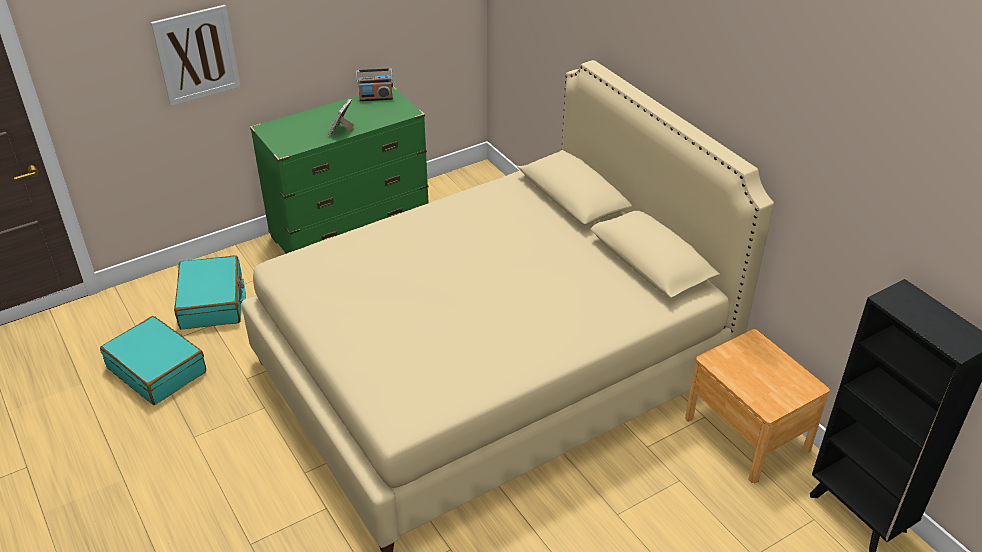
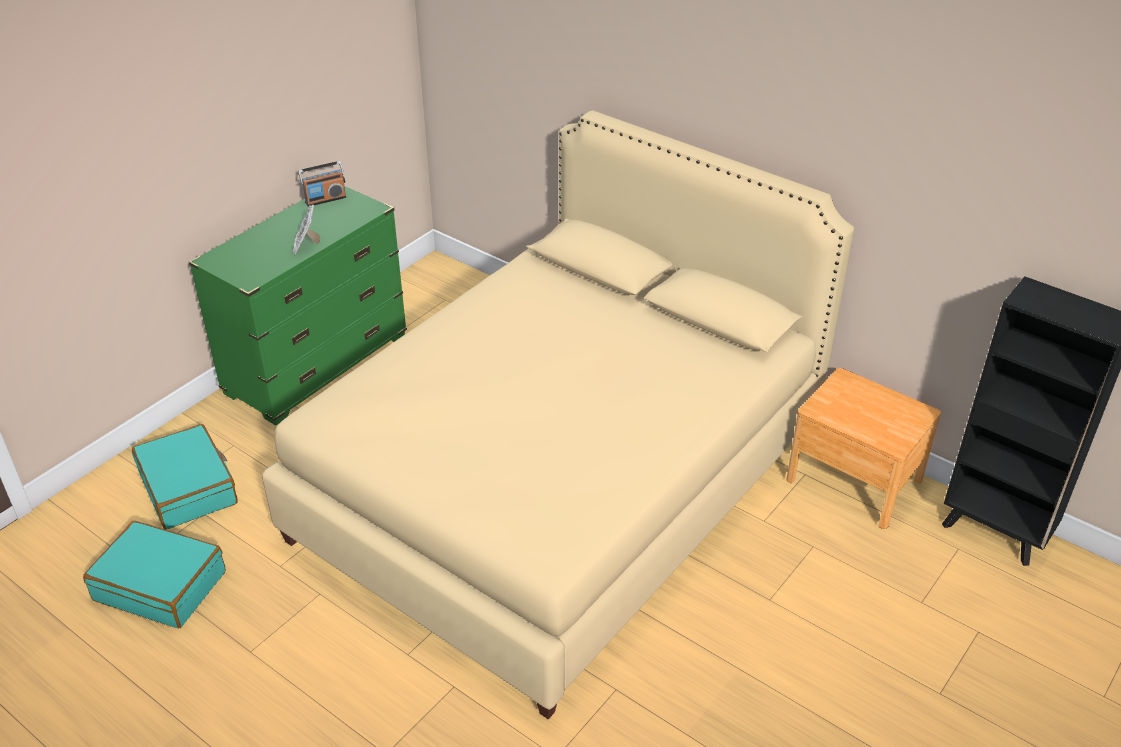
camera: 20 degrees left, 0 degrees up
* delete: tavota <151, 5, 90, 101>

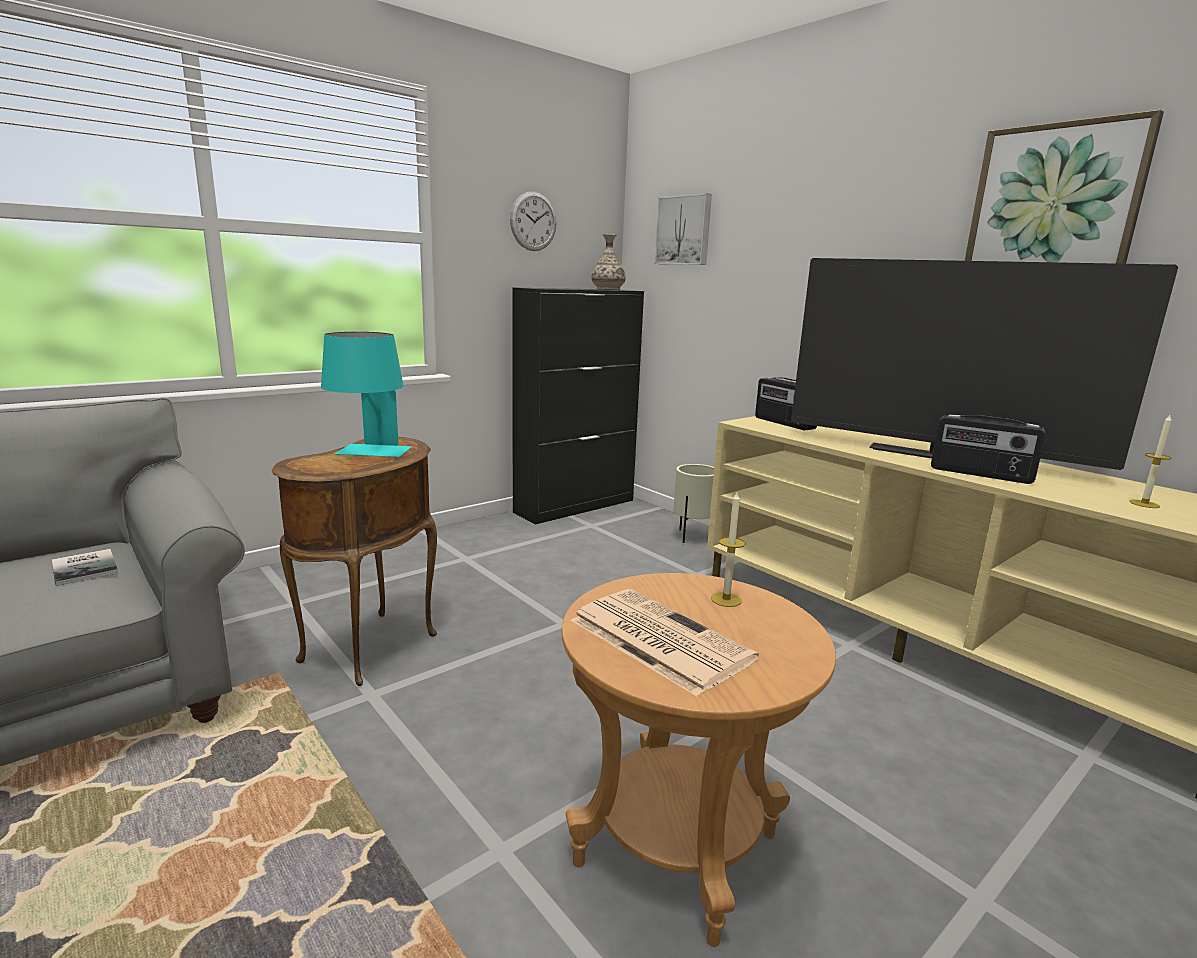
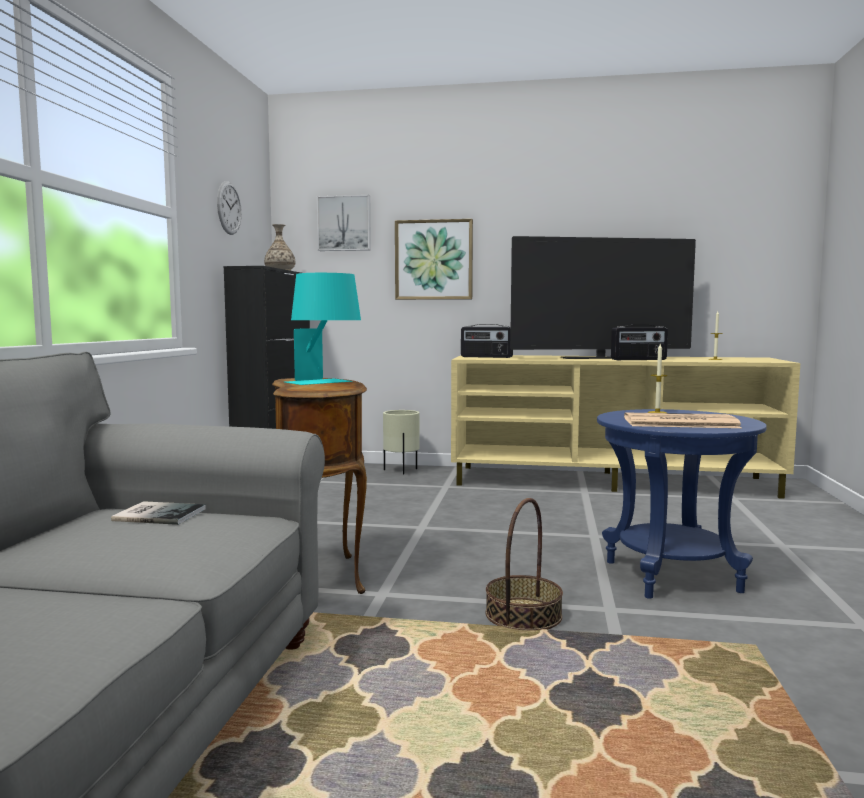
camera: 40 degrees left, 10 degrees down
* move: tavota <965, 110, 199, 154> to <395, 219, 78, 81>
* recolor: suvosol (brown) <562, 573, 274, 374> to suvosol (blue) <597, 409, 170, 190>
* insert: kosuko <486, 498, 77, 132>

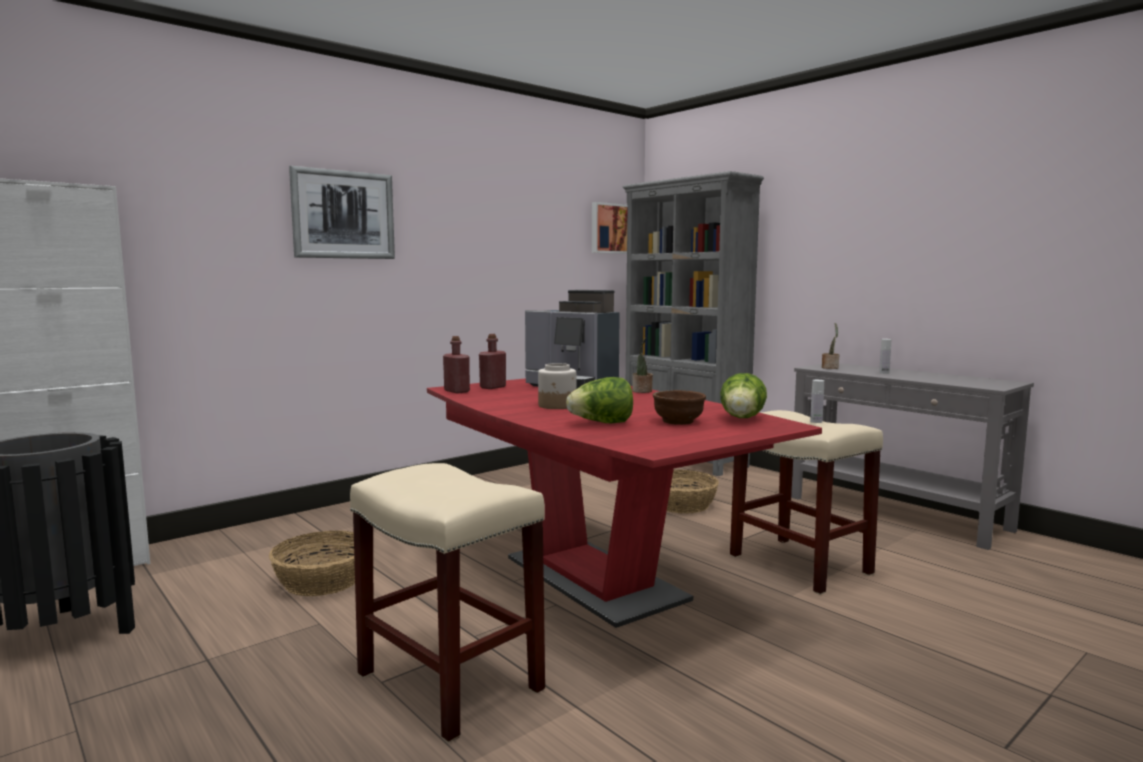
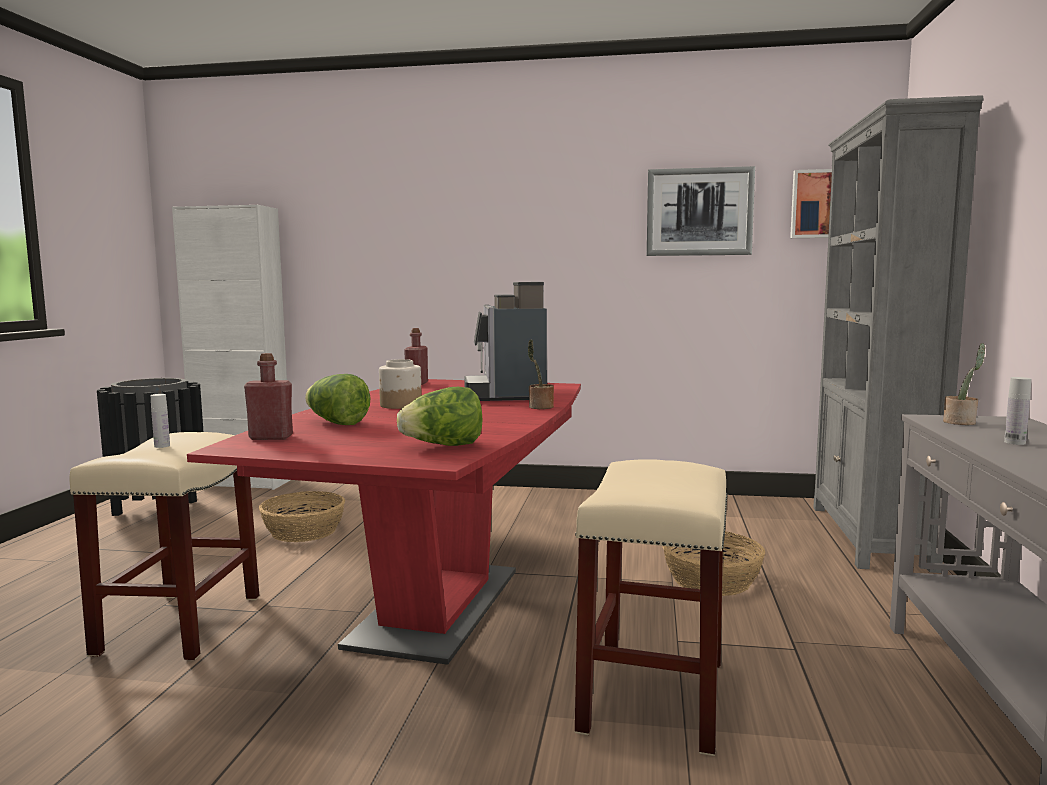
camera: 50 degrees right, 0 degrees up
* move: tavota <289, 166, 106, 93> to <647, 166, 108, 90>
* move: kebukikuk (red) <479, 334, 27, 55> to <244, 353, 49, 87>
* move: kebukikuk (white) <810, 380, 14, 43> to <151, 394, 19, 54>
* delete: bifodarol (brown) <653, 390, 53, 35>

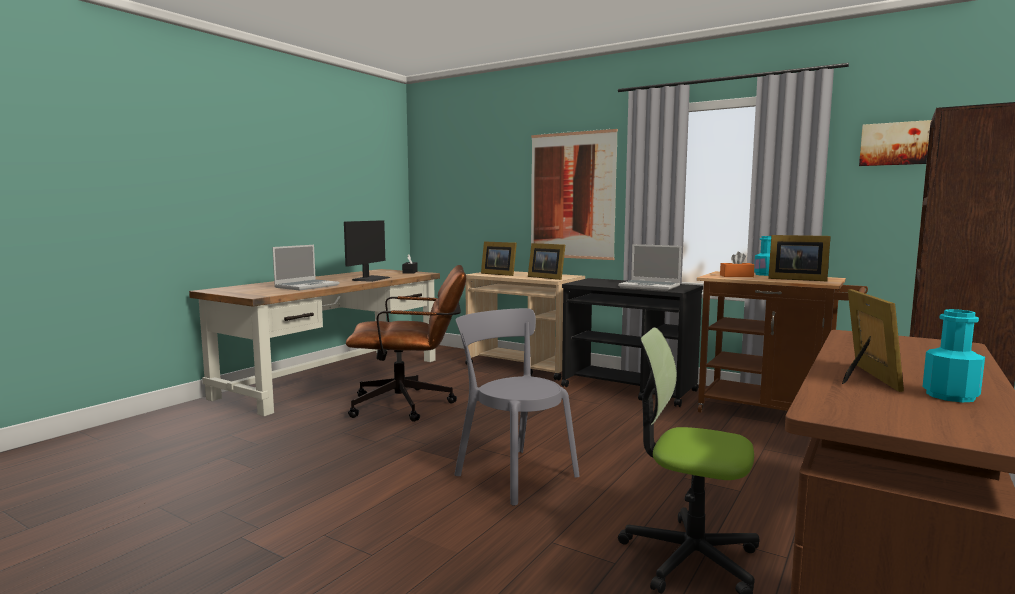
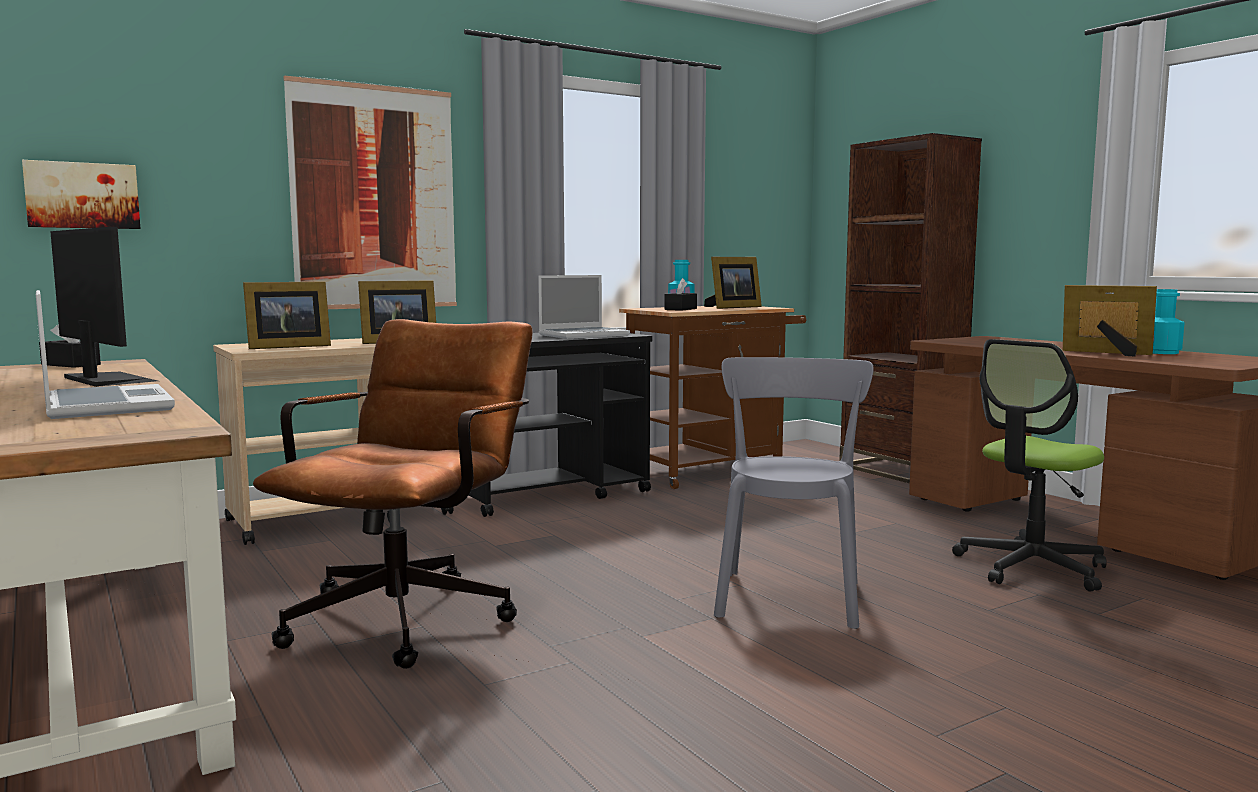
camera: 65 degrees left, 0 degrees up
* move: tavota <859, 120, 72, 46> to <22, 160, 118, 69>
* recolor: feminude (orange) <720, 251, 34, 26> to feminude (black) <664, 278, 33, 33>
* rotate: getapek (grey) <454, 308, 126, 198> = <714, 357, 160, 272> 120 degrees clockwise

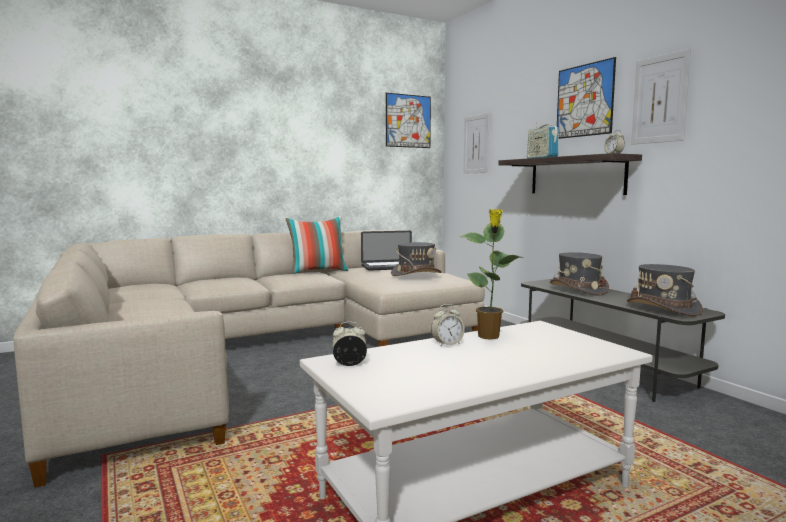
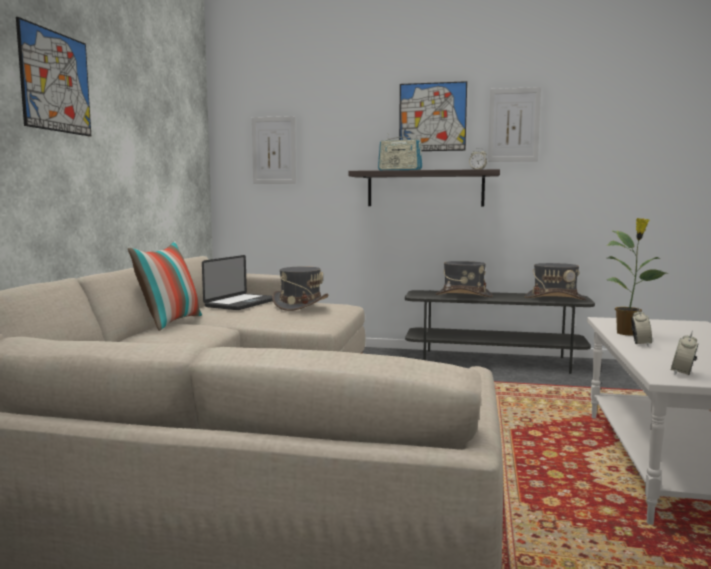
camera: 50 degrees left, 0 degrees up
* move: tavota <386, 93, 45, 55> to <16, 17, 75, 119>

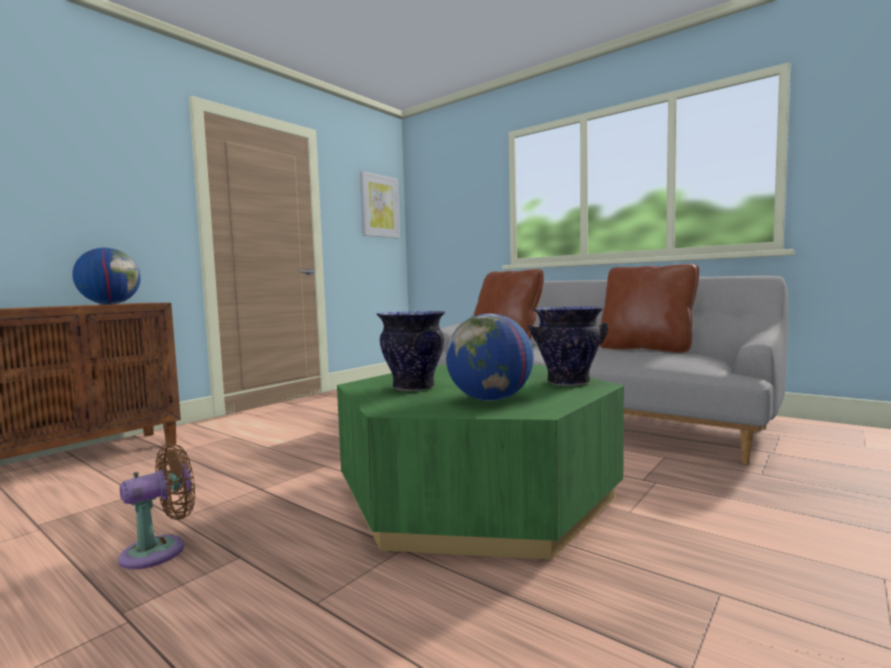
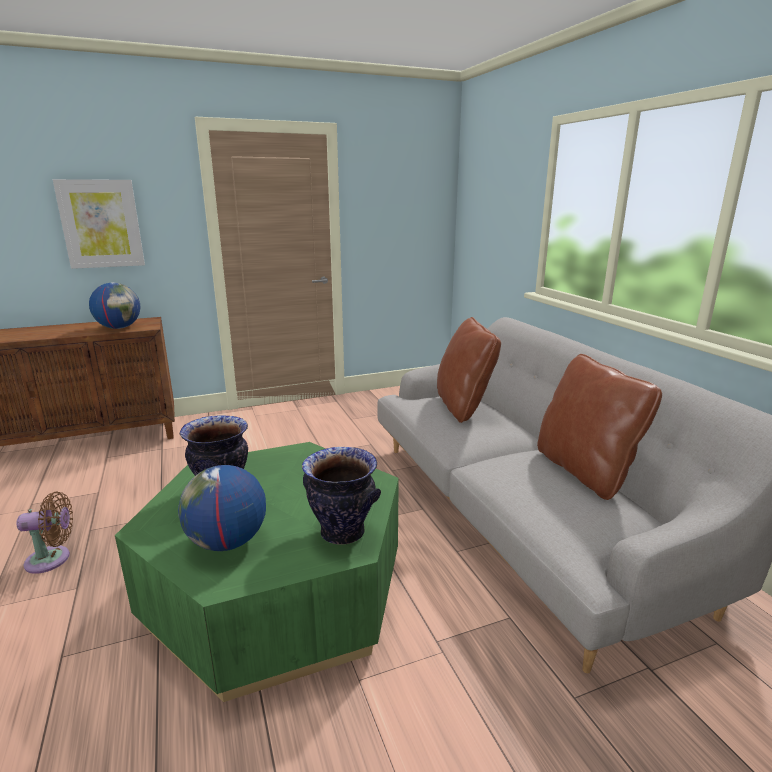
camera: 30 degrees right, 15 degrees up
* move: tavota <360, 171, 40, 68> to <53, 179, 92, 90>

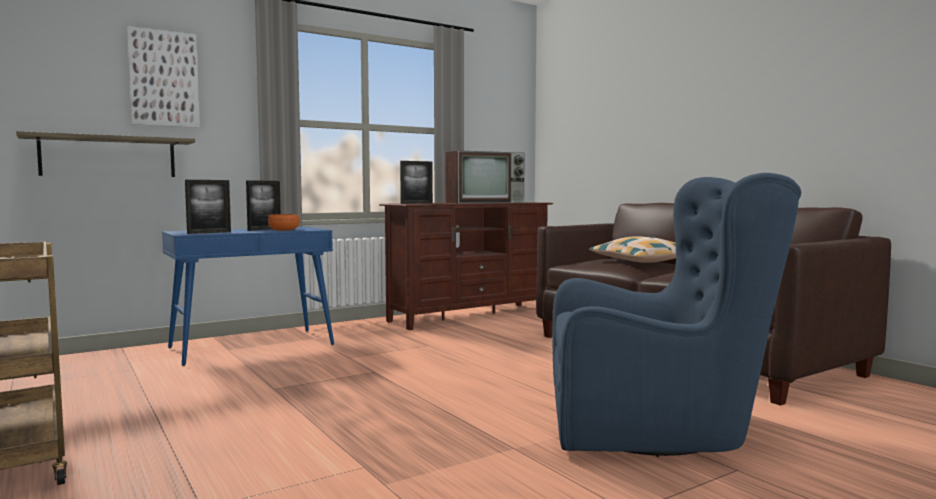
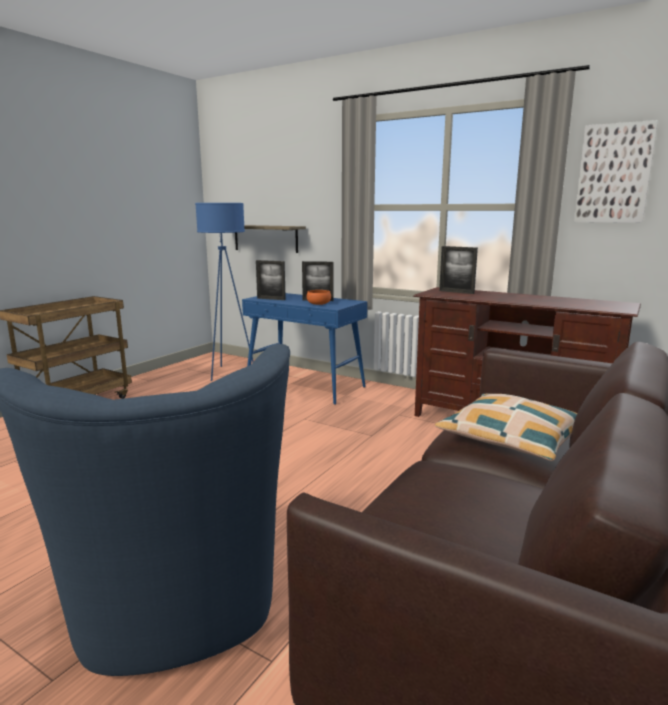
camera: 65 degrees right, 10 degrees up
* move: tavota <127, 26, 73, 102> to <574, 120, 84, 103>
* delete: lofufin <445, 150, 80, 54>
* insert: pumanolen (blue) <195, 203, 59, 178>

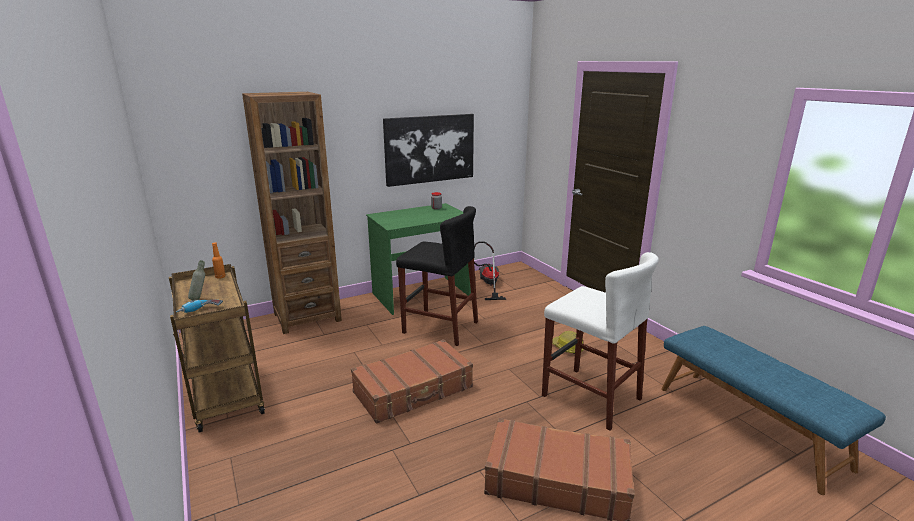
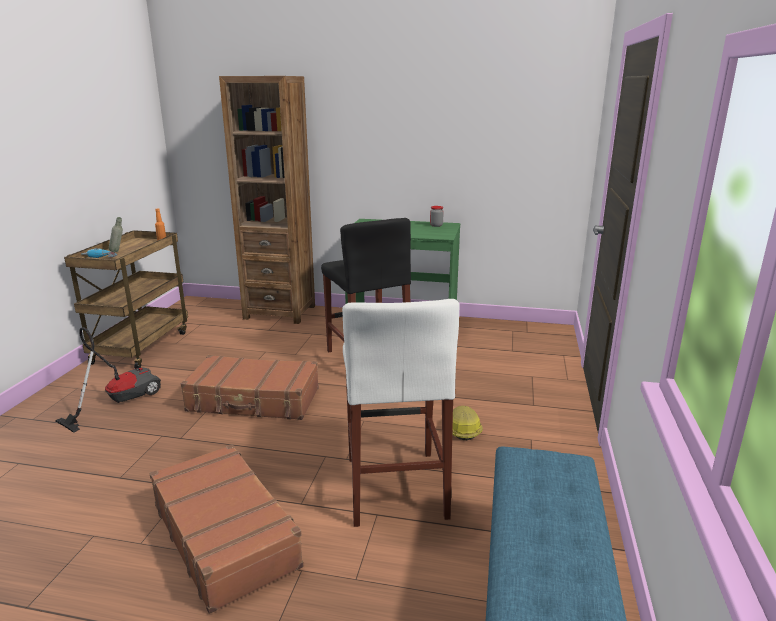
camera: 40 degrees right, 0 degrees up
* delete: tavota <383, 114, 91, 73>
* move: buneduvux <474, 241, 32, 59> to <55, 327, 106, 106>

